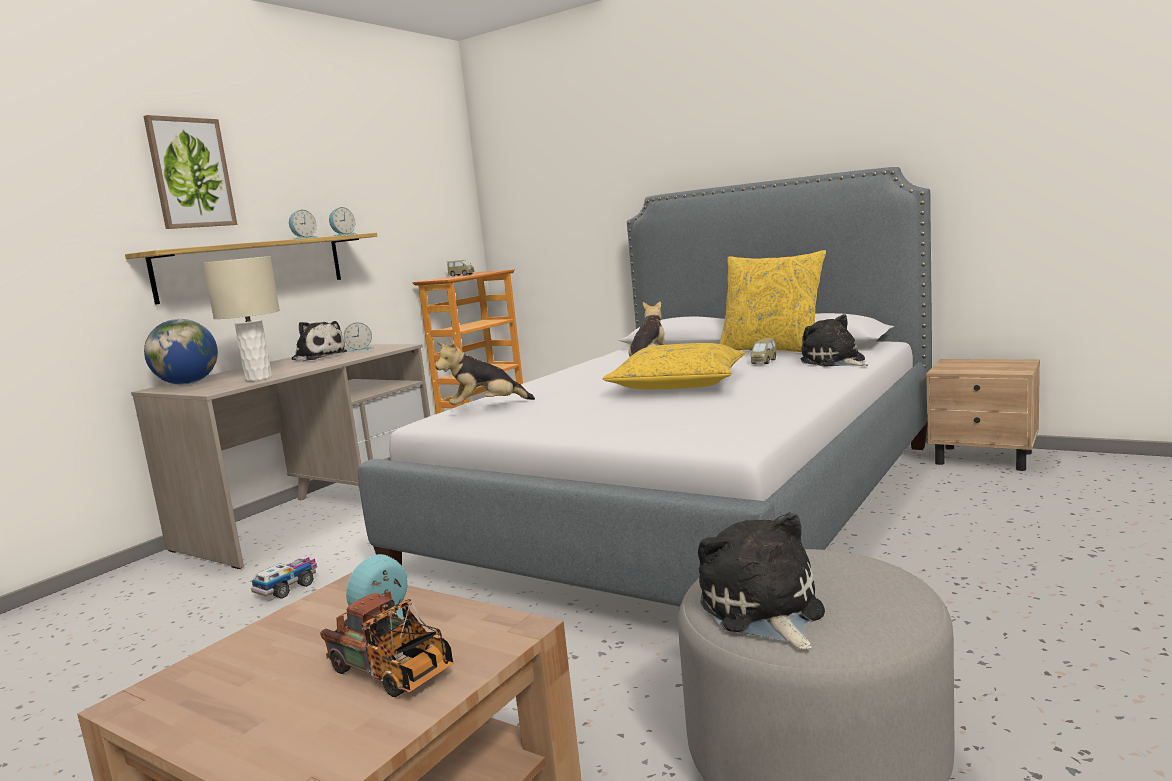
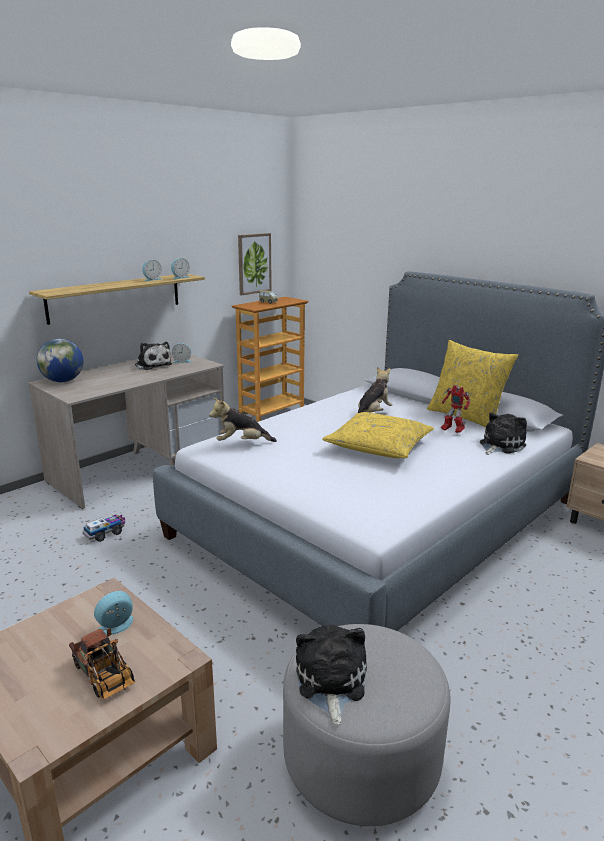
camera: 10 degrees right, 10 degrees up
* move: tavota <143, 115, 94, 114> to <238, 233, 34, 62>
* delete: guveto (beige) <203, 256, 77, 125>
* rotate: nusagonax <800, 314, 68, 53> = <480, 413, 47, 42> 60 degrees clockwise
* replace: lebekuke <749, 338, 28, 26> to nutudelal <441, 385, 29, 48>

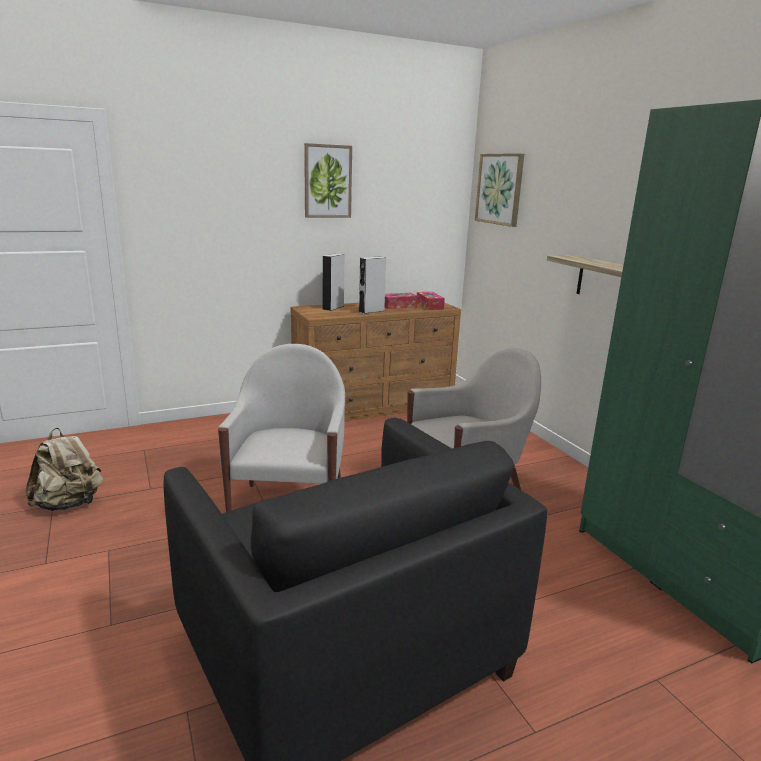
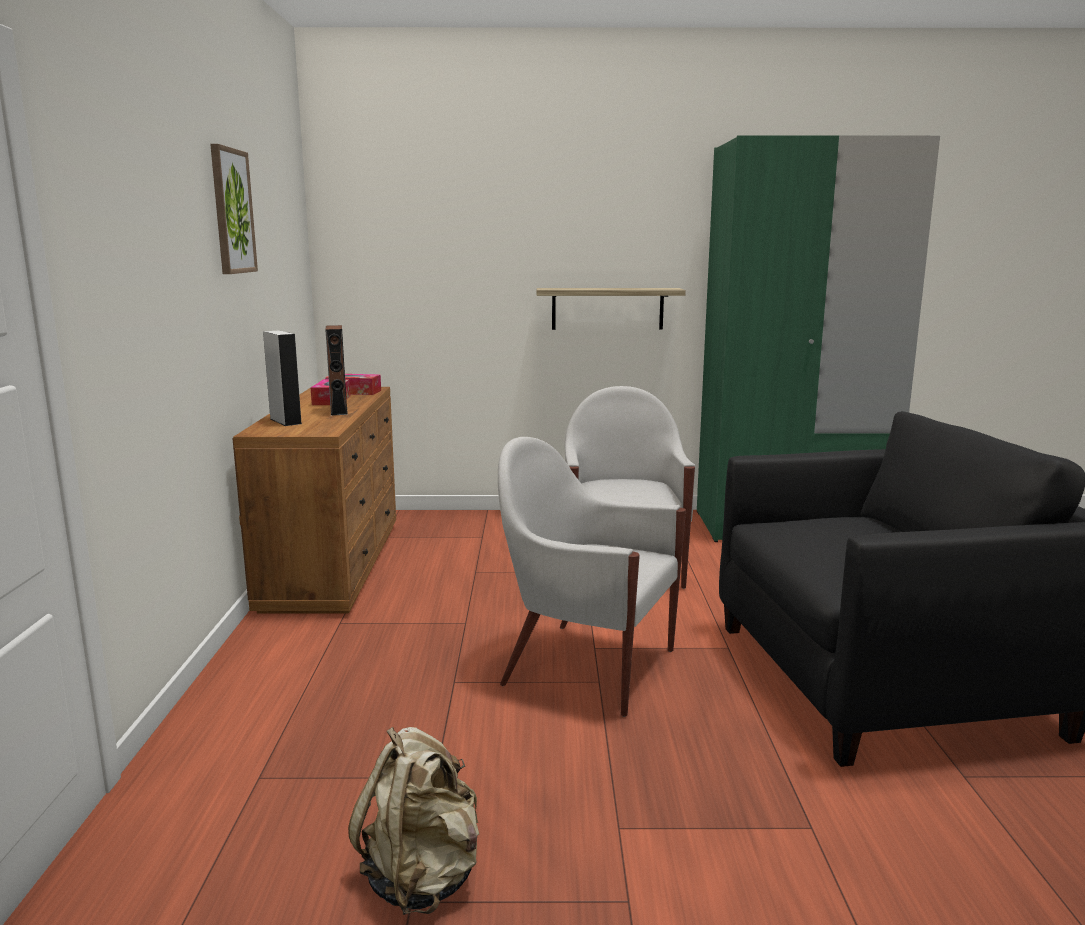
camera: 65 degrees left, 5 degrees down
* delete: tavota <475, 153, 49, 74>
* recolor: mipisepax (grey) <359, 256, 27, 58> to mipisepax (brown) <325, 325, 23, 90>

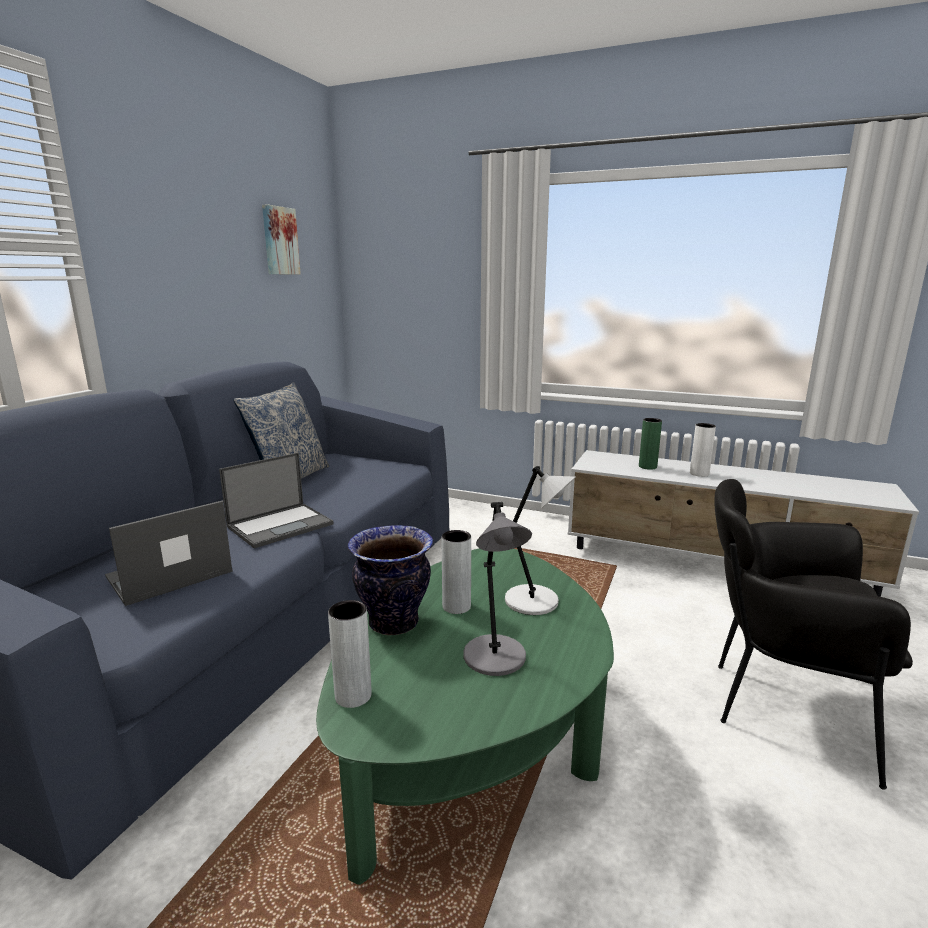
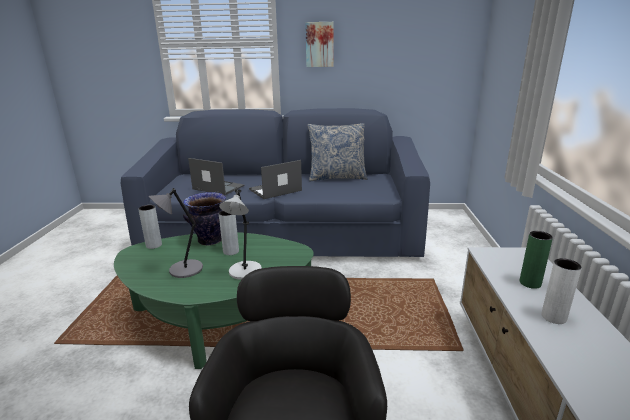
camera: 70 degrees right, 5 degrees up
* move: tavota <262, 204, 39, 70> to <305, 22, 29, 45>
* rotate: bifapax <219, 453, 114, 95> = <249, 160, 53, 39> 120 degrees clockwise

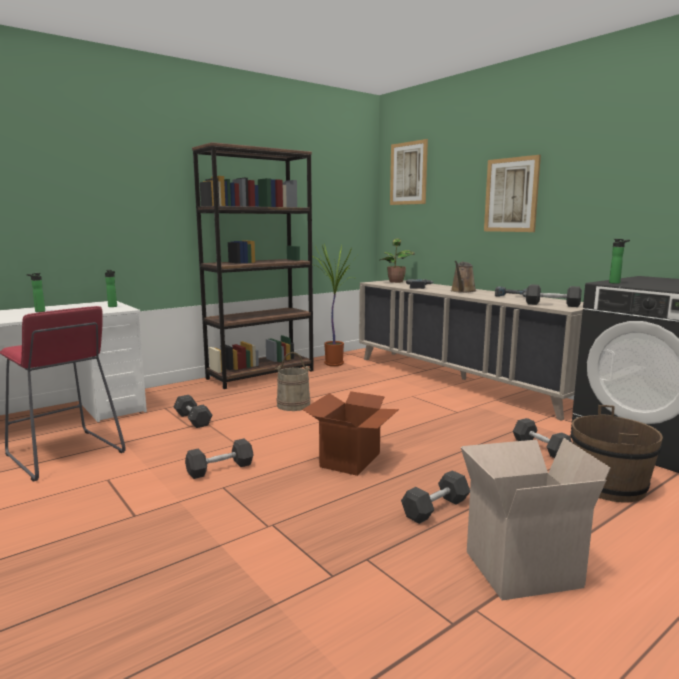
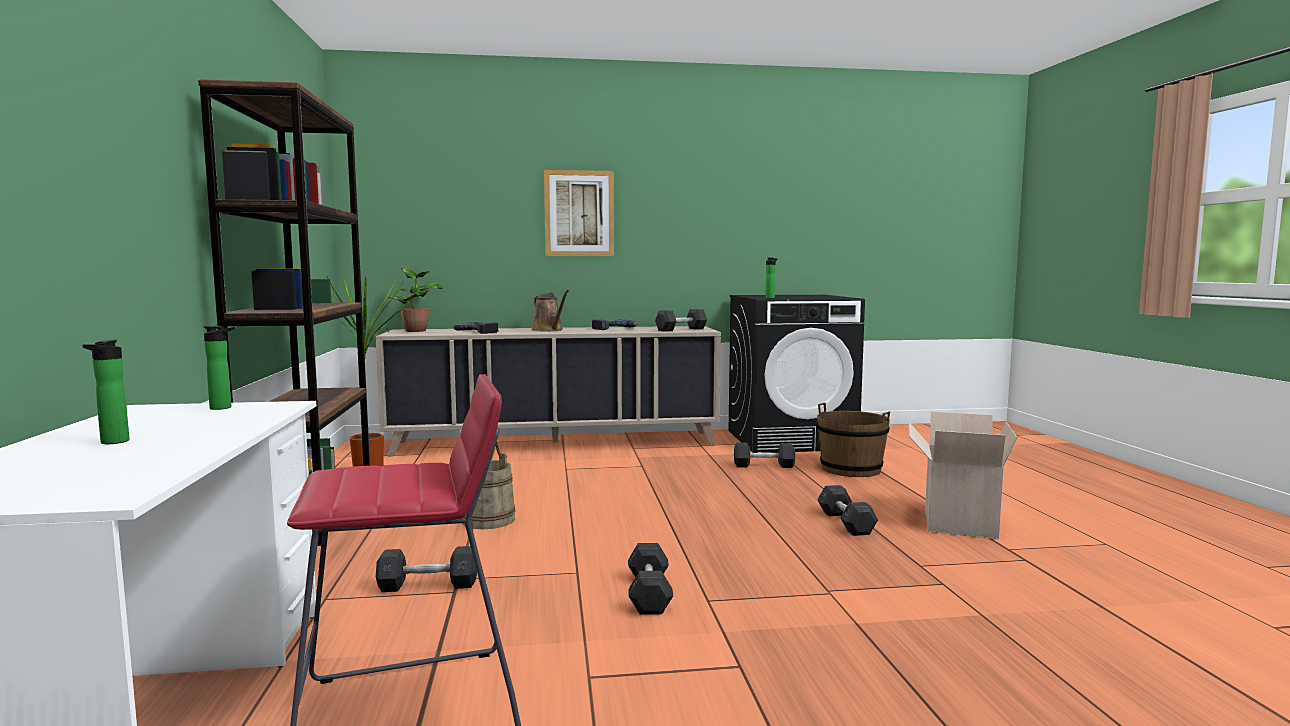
camera: 60 degrees left, 5 degrees down
* delete: tavota <390, 139, 38, 66>
* delete: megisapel <303, 391, 96, 85>

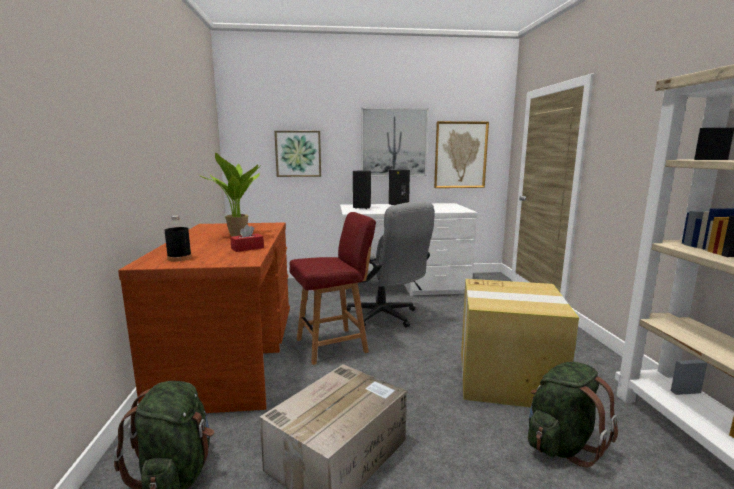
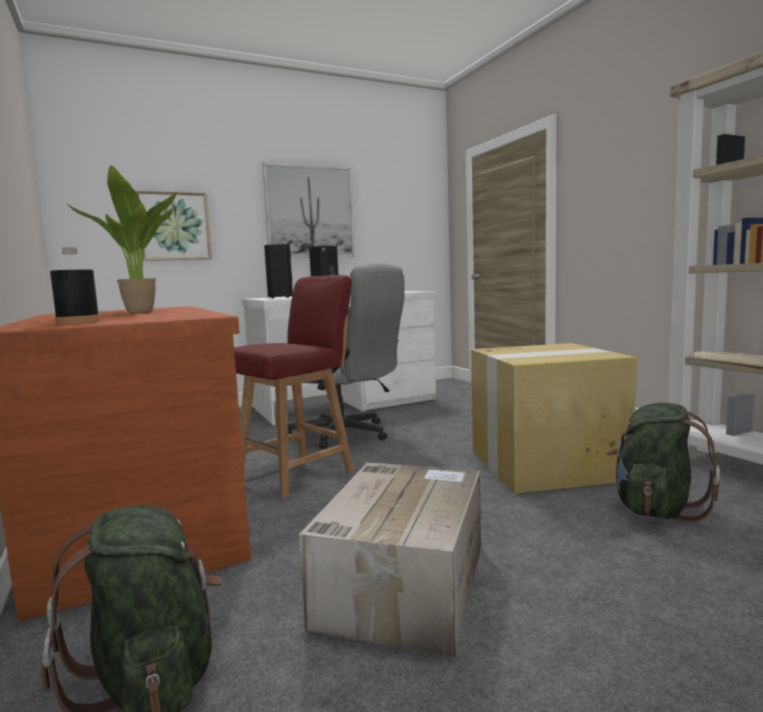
camera: 20 degrees left, 5 degrees down
* delete: tavota <434, 121, 55, 67>
* delete: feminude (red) <230, 225, 34, 27>

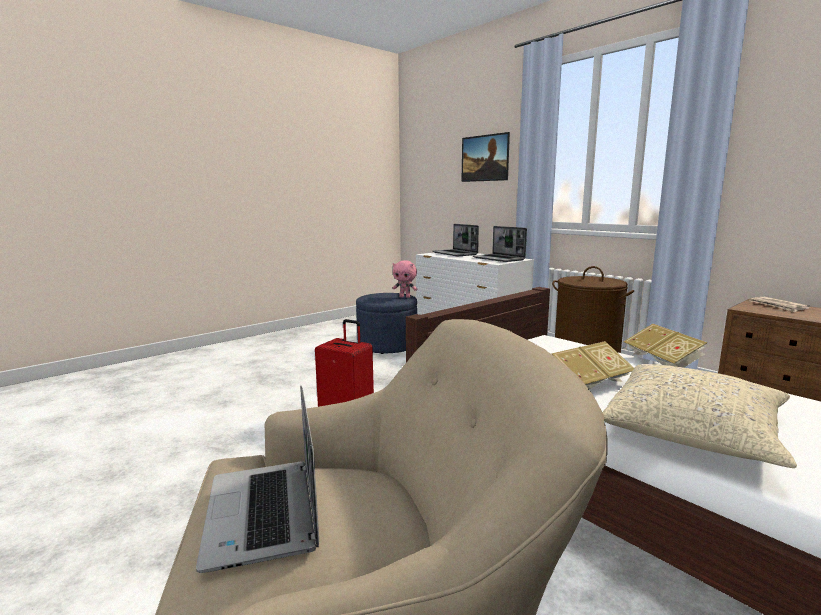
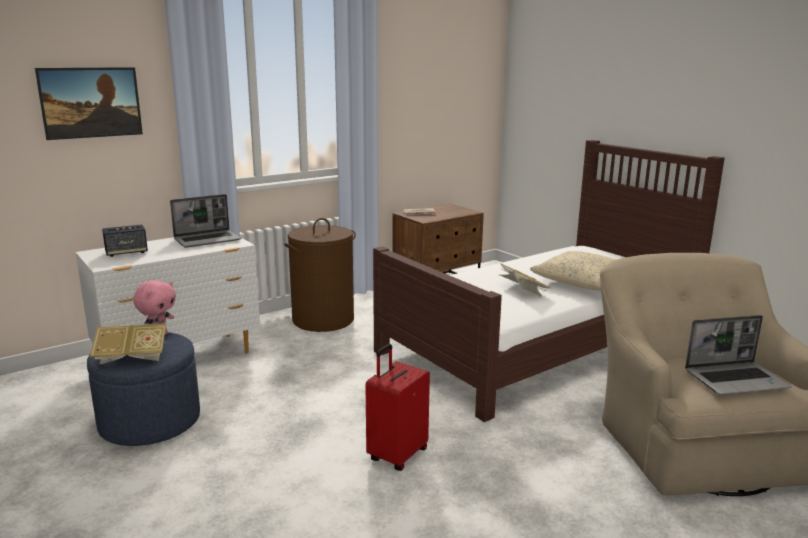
camera: 85 degrees left, 5 degrees up
* replace: bifapax <432, 224, 47, 32> to mipisepax <102, 225, 46, 32>
* move: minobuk <624, 324, 83, 44> to <90, 324, 76, 40>

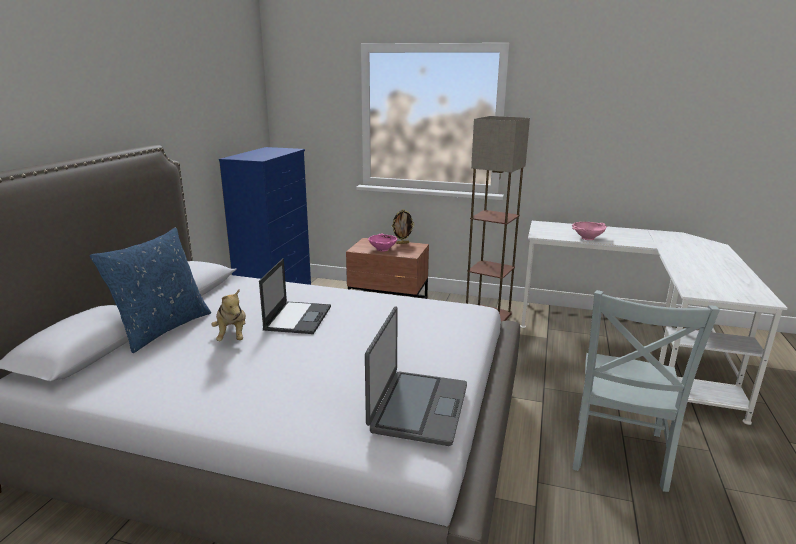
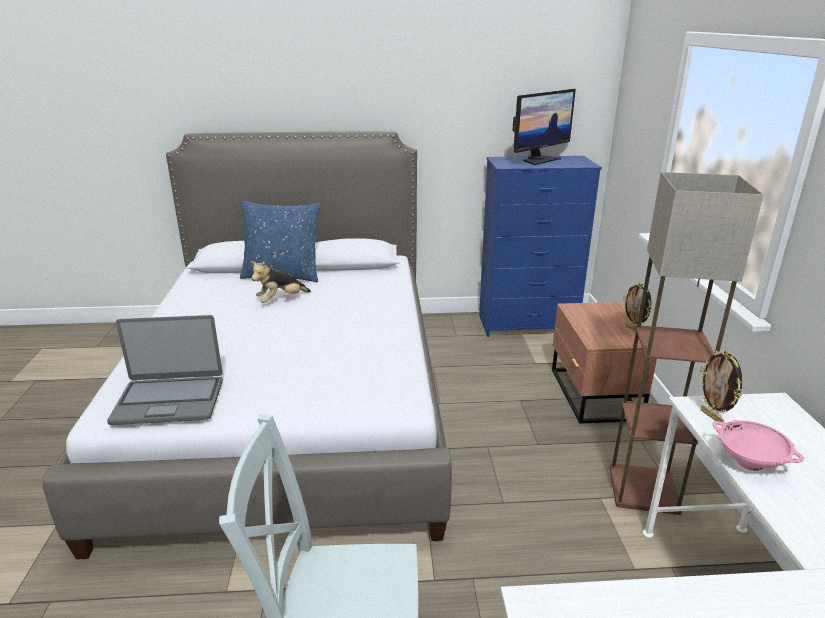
camera: 70 degrees right, 5 degrees up
* delete: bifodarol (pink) <368, 234, 29, 18>
* delete: bifapax <259, 258, 72, 76>
* insert: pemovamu <512, 89, 64, 76>
* insert: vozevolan <700, 350, 43, 72>

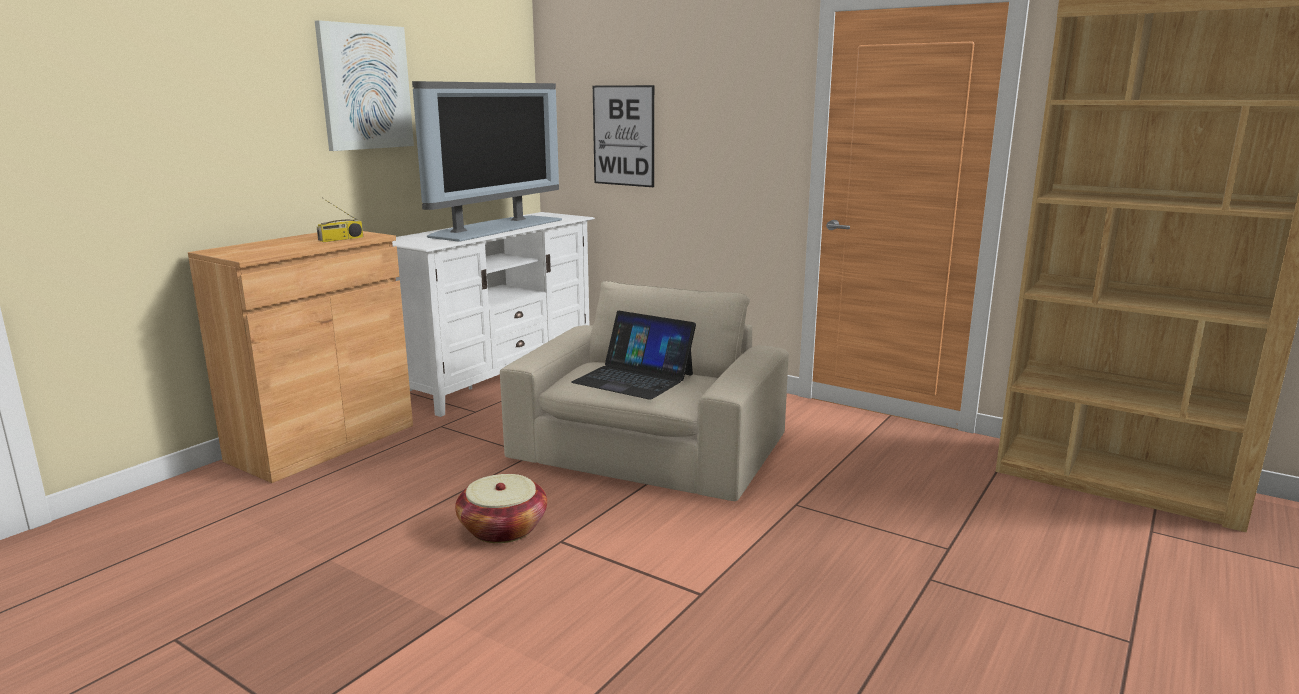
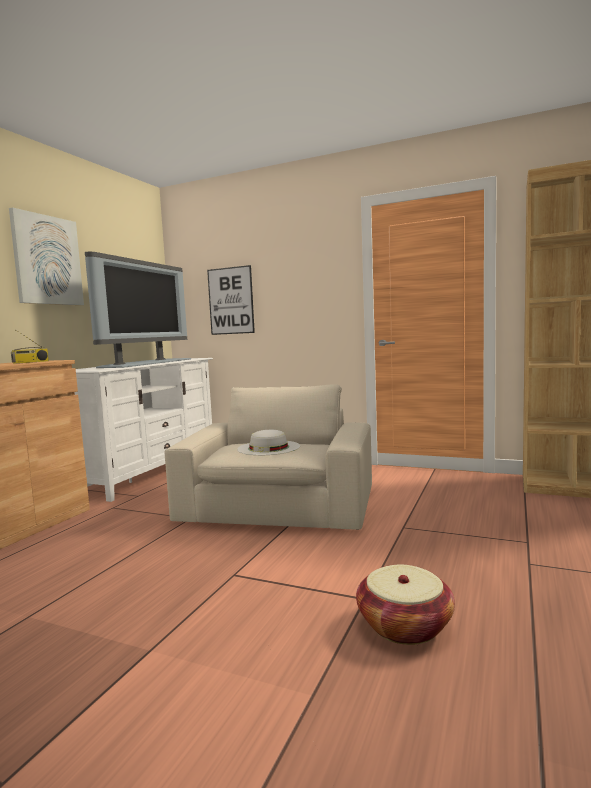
camera: 10 degrees left, 10 degrees down
* replace: bifapax <571, 311, 125, 89> to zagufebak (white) <237, 430, 63, 25>
* move: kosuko <455, 474, 92, 69> to <356, 564, 99, 81>

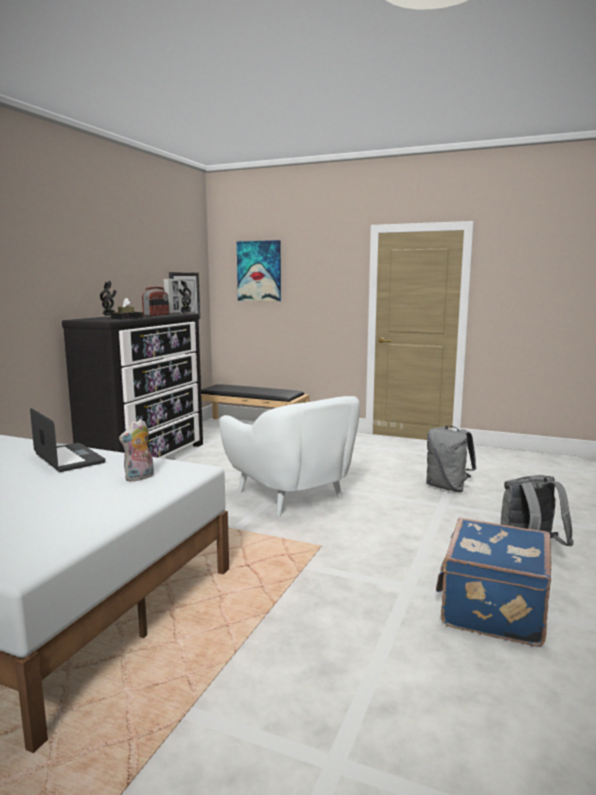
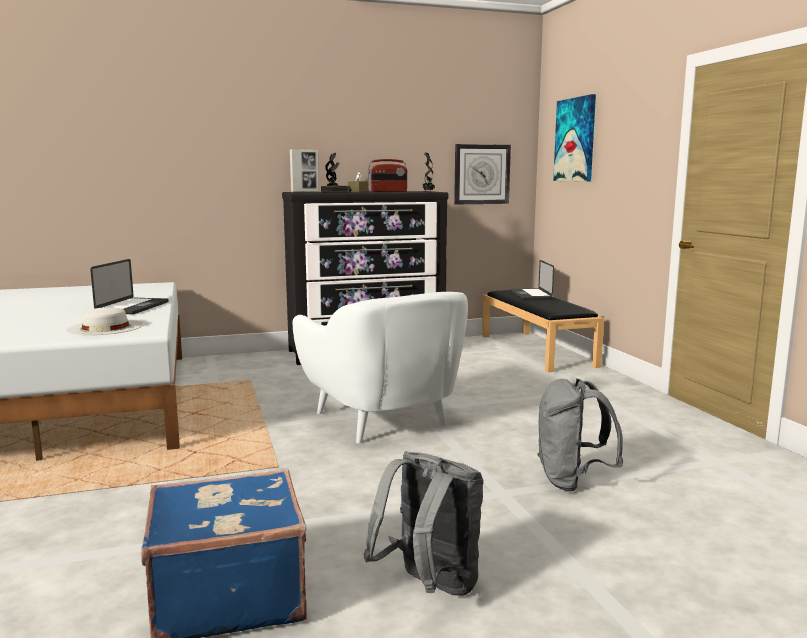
camera: 50 degrees right, 0 degrees up
* move: vozevolan <163, 278, 17, 36> to <290, 149, 29, 43>
* rotate: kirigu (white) <219, 396, 141, 121> = <293, 292, 175, 152> 45 degrees counterclockwise
* replace: nusagonax <119, 419, 35, 63> to zagufebak (white) <66, 307, 78, 28>
* insert: bifapax <510, 260, 44, 40>

